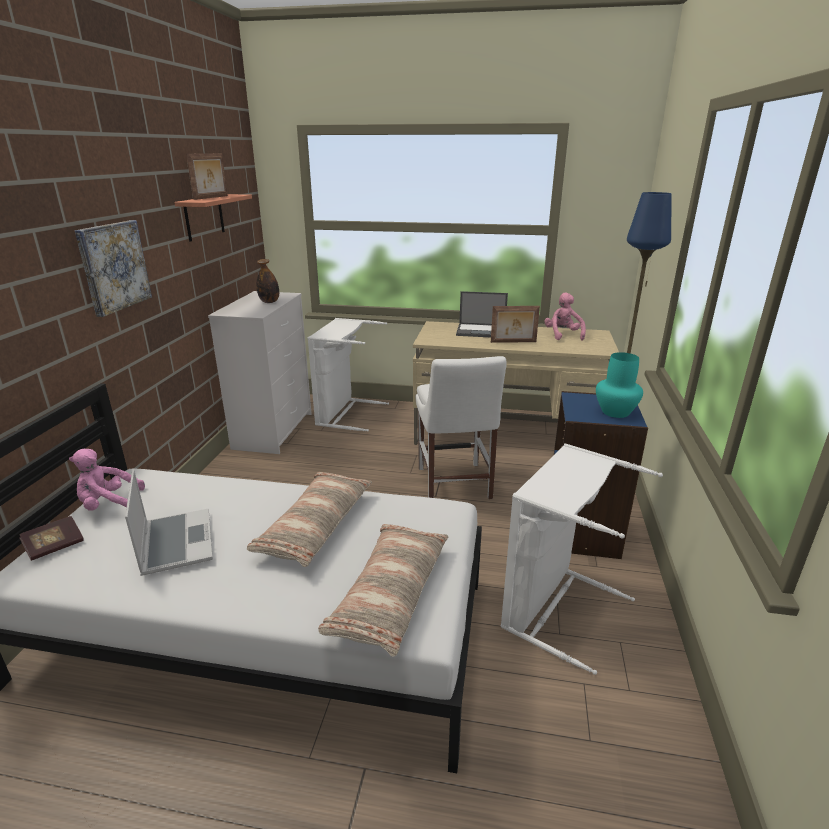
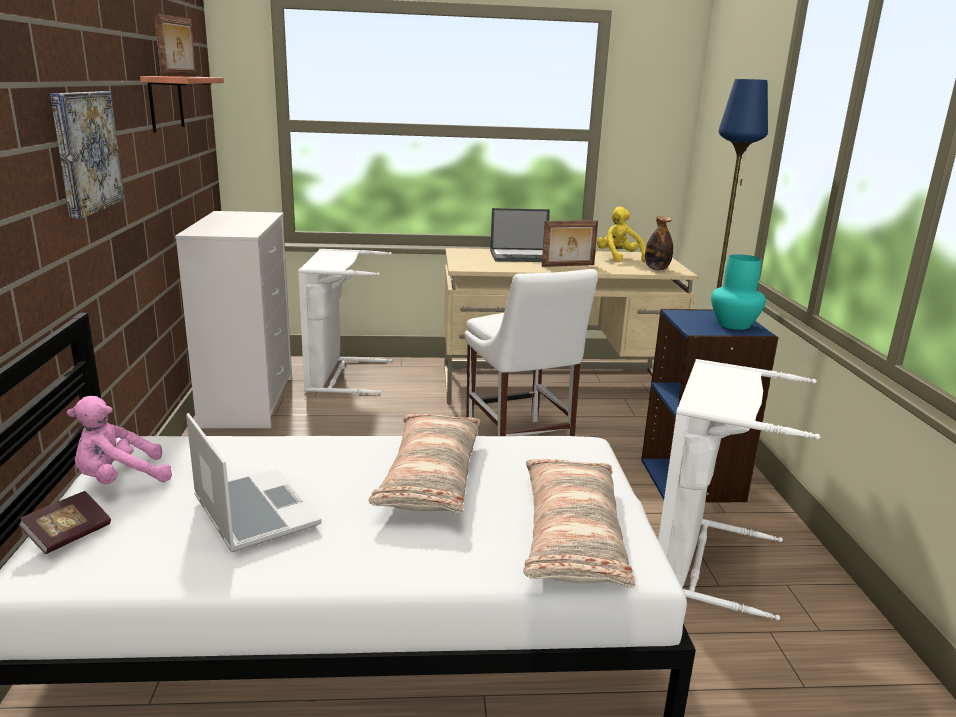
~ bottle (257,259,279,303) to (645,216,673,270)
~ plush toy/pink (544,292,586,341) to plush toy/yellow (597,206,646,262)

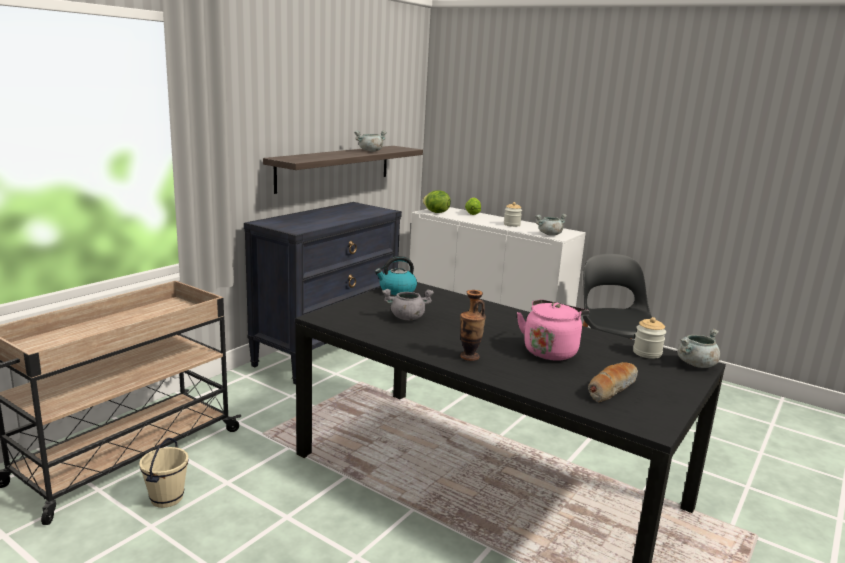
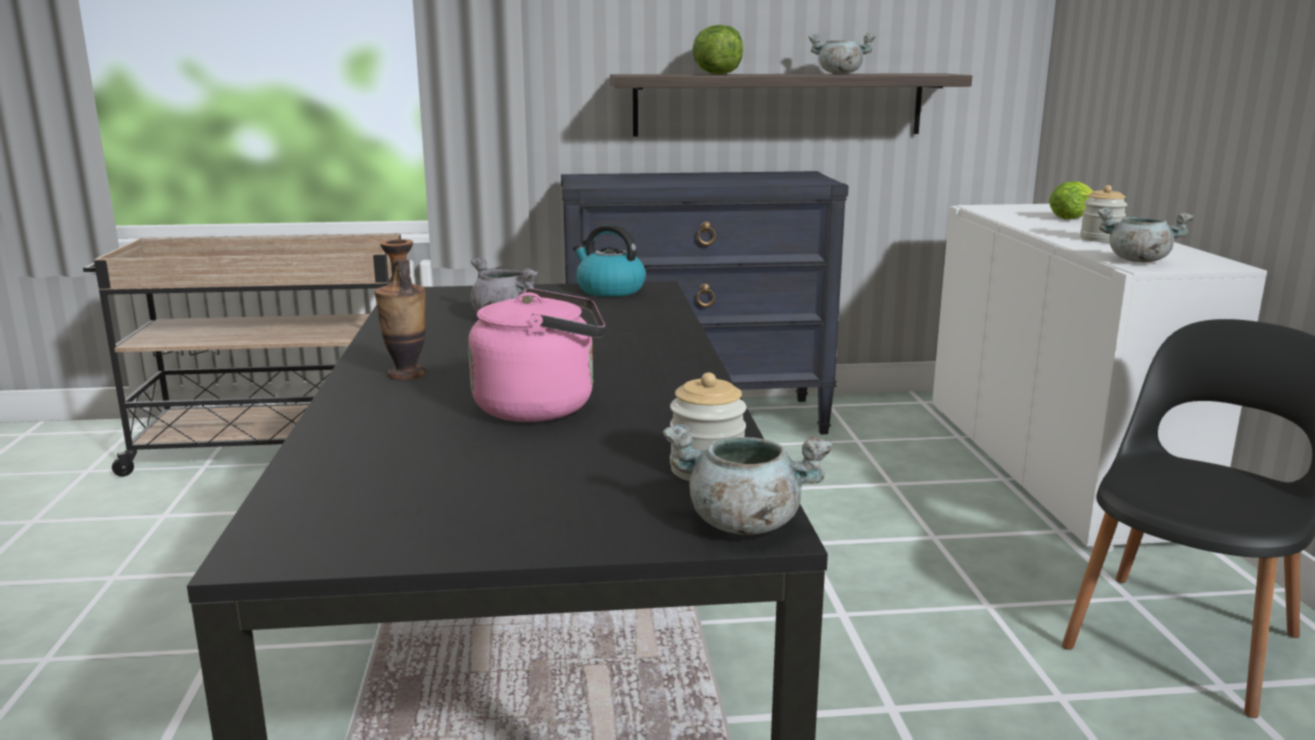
- bucket/beige (139,438,189,508)
~ lettuce (423,190,451,213) to (692,25,743,74)
- bread (588,362,638,402)

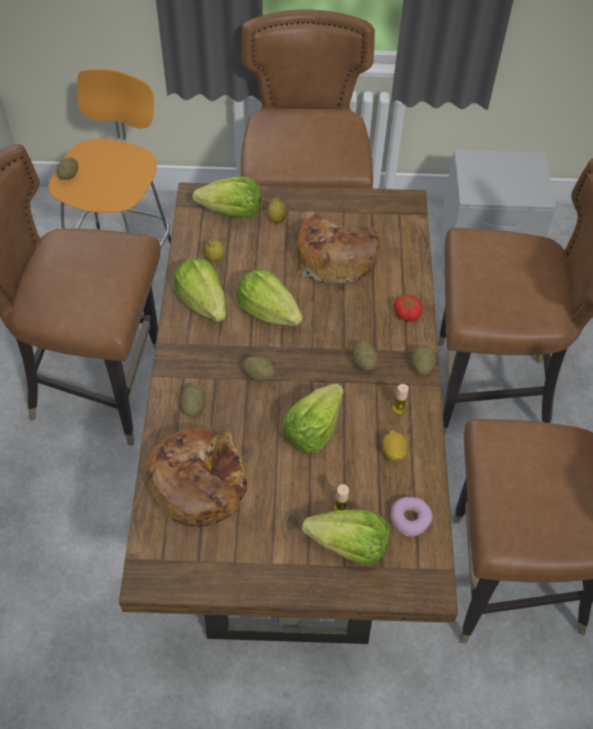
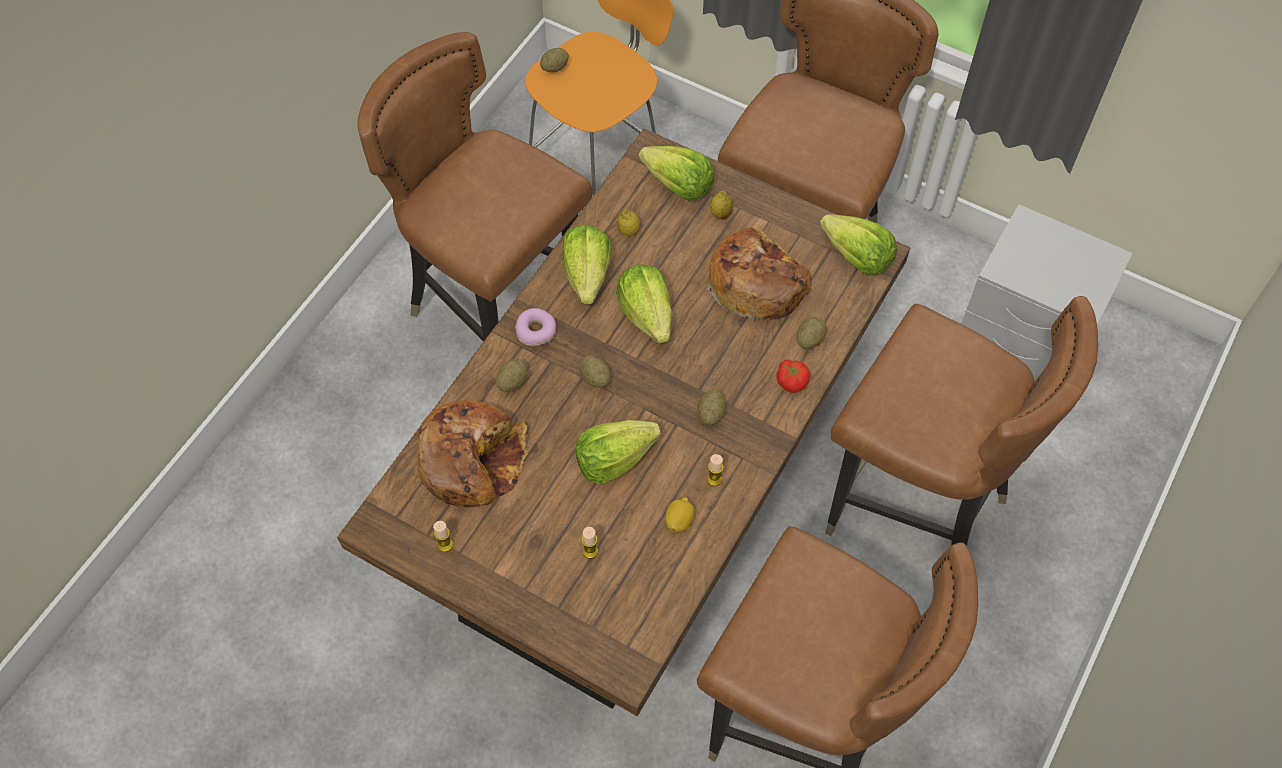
~ lettuce (302,510,390,565) to (820,214,897,275)
~ donut (390,497,433,537) to (515,308,556,346)
~ potato (411,345,436,375) to (797,317,827,349)
+ candle (433,521,453,552)

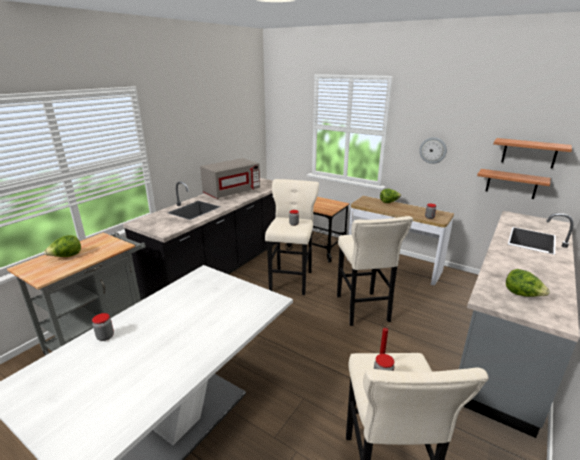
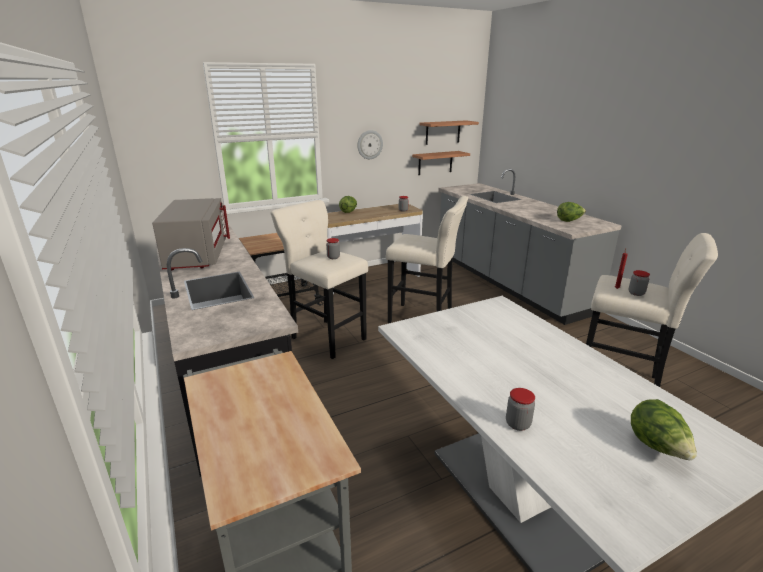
~ lettuce (44,235,81,257) to (631,399,697,460)

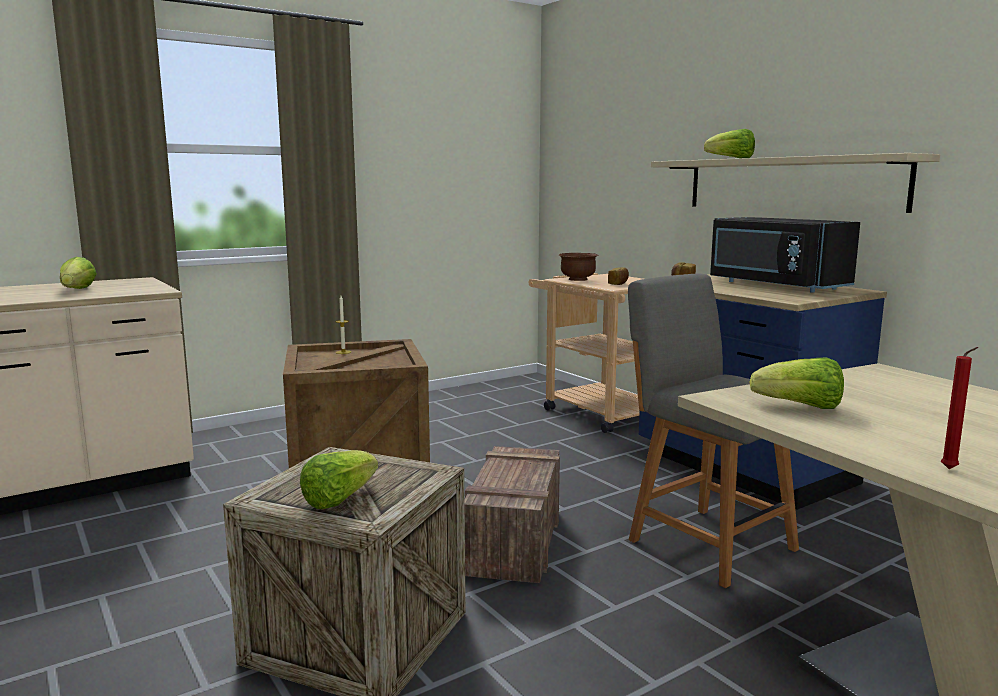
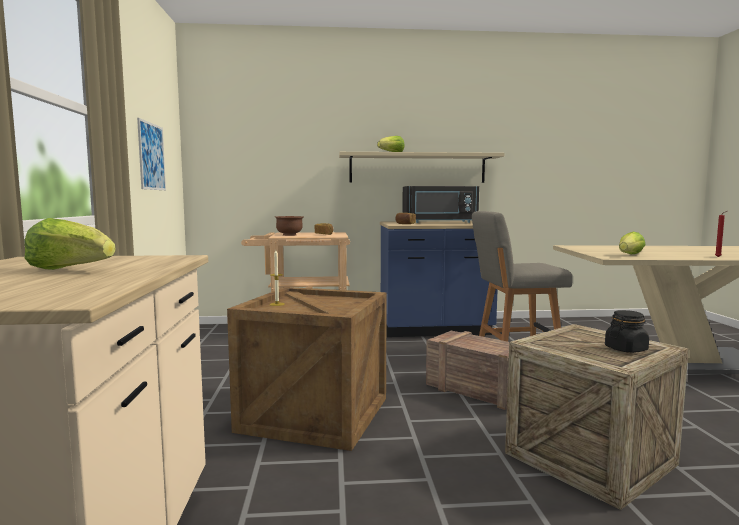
~ lettuce (300,450,378,509) to jar/black (605,310,649,353)
+ picture (137,118,166,190)

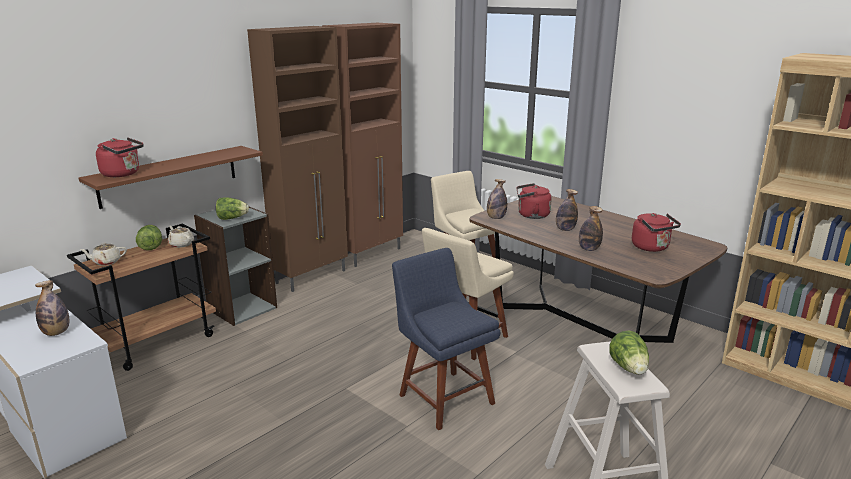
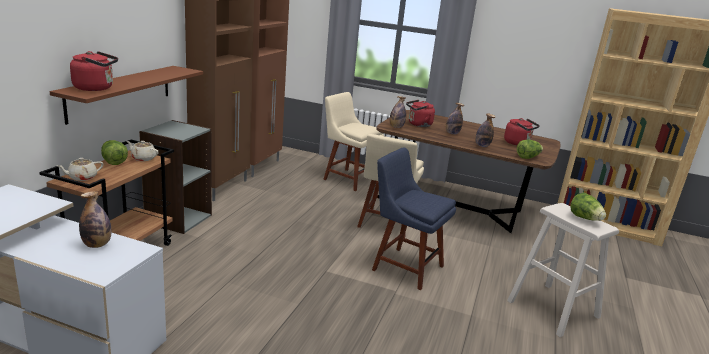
~ lettuce (216,197,249,220) to (517,140,543,159)

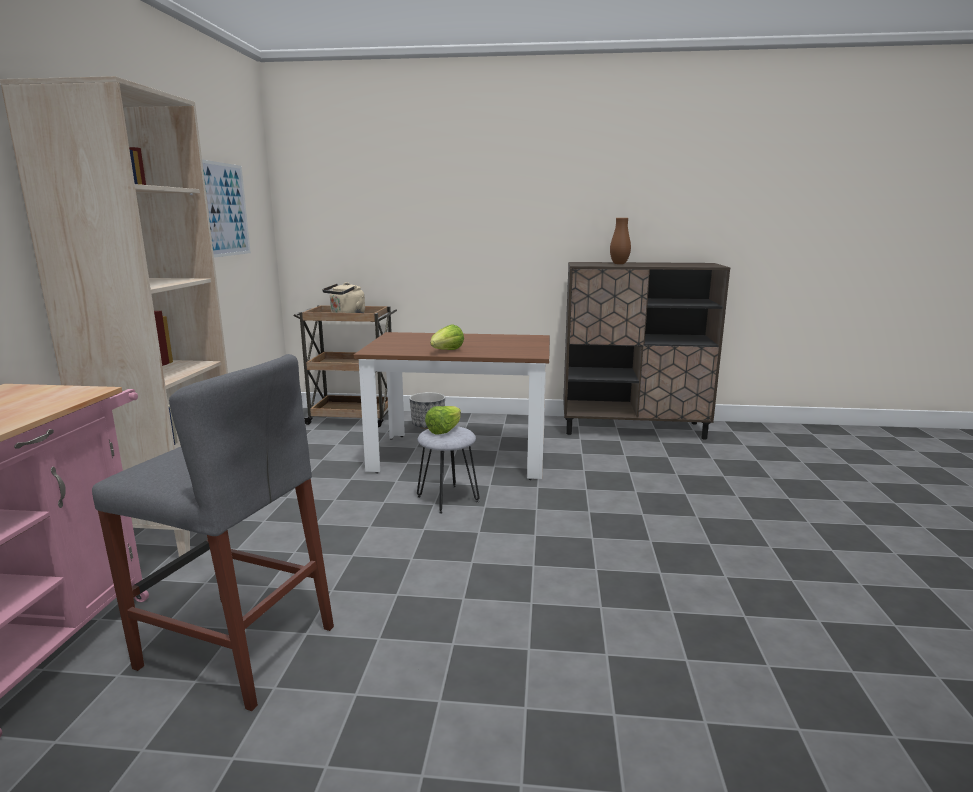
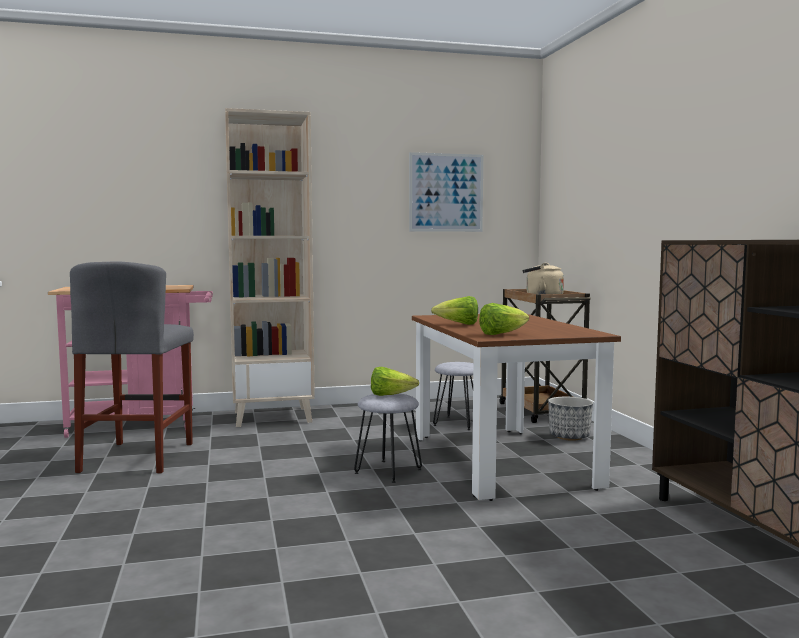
- vase/brown (610,218,631,264)
+ stool/grey (433,362,473,430)
+ lettuce (479,303,529,335)

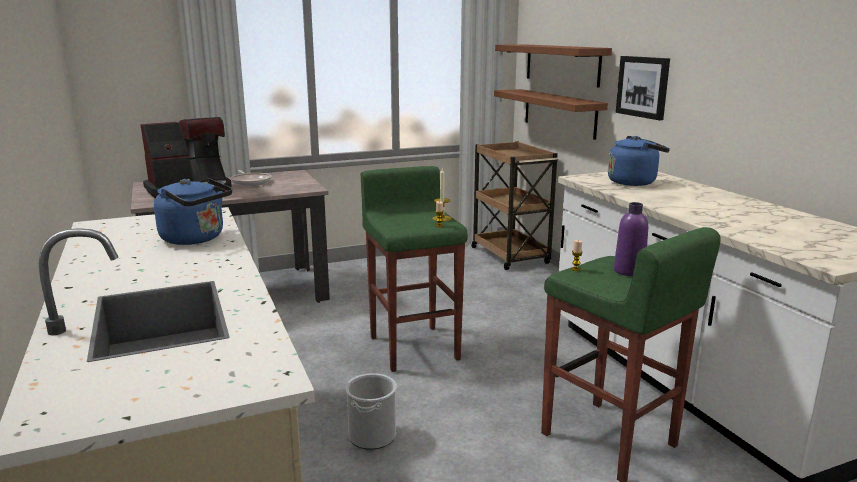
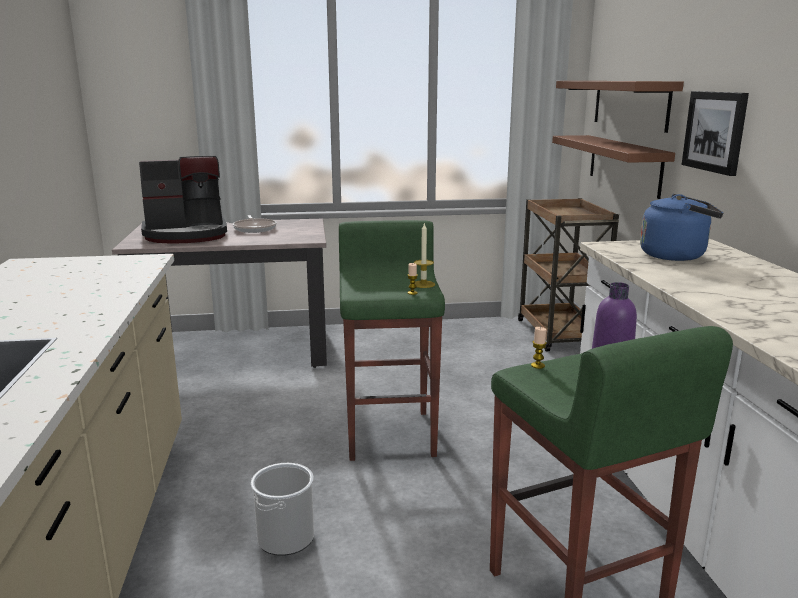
- kettle/blue (154,178,232,245)

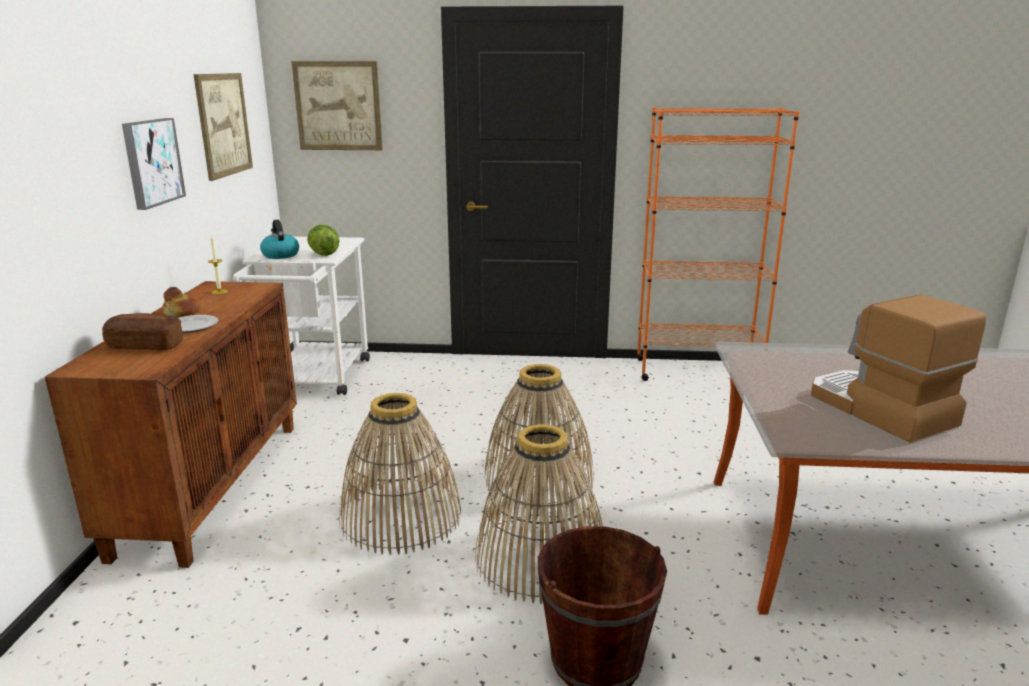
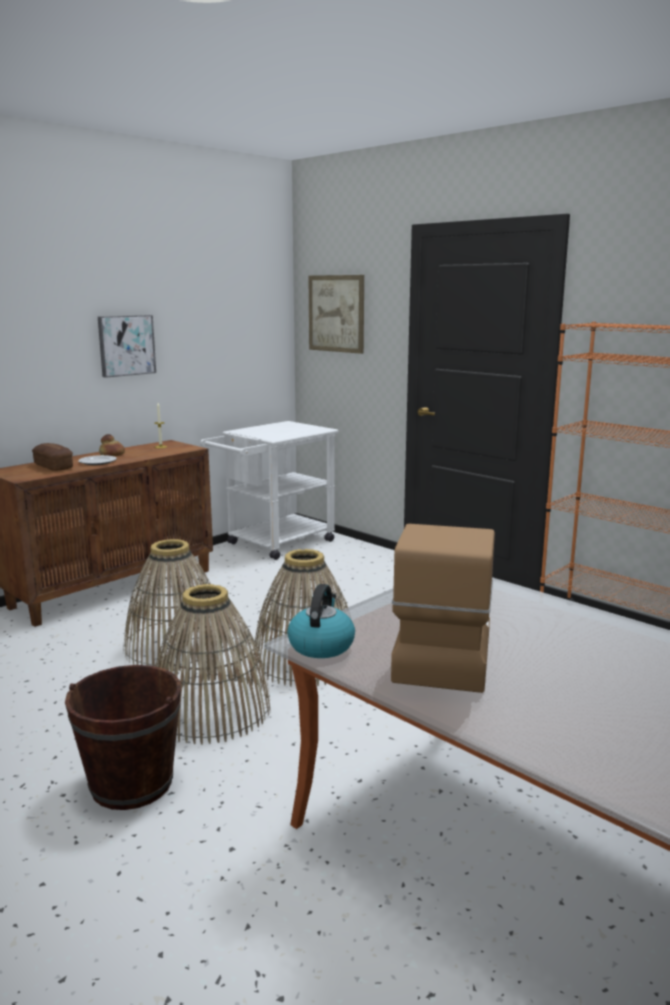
- picture (193,73,253,181)
~ kettle (260,220,299,259) to (287,584,355,658)
- lettuce (307,225,340,256)

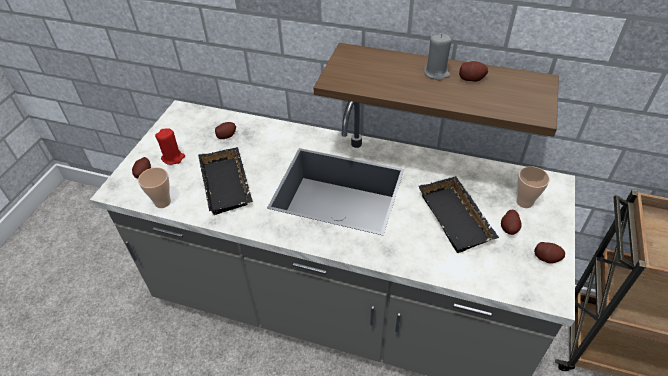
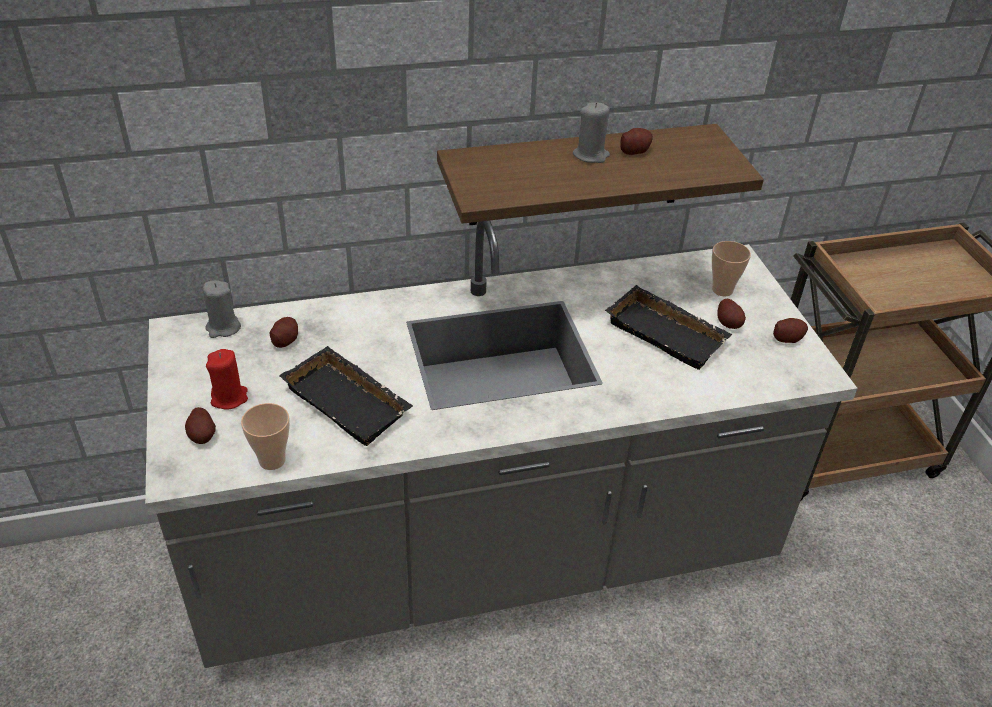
+ candle/grey (203,280,241,338)

